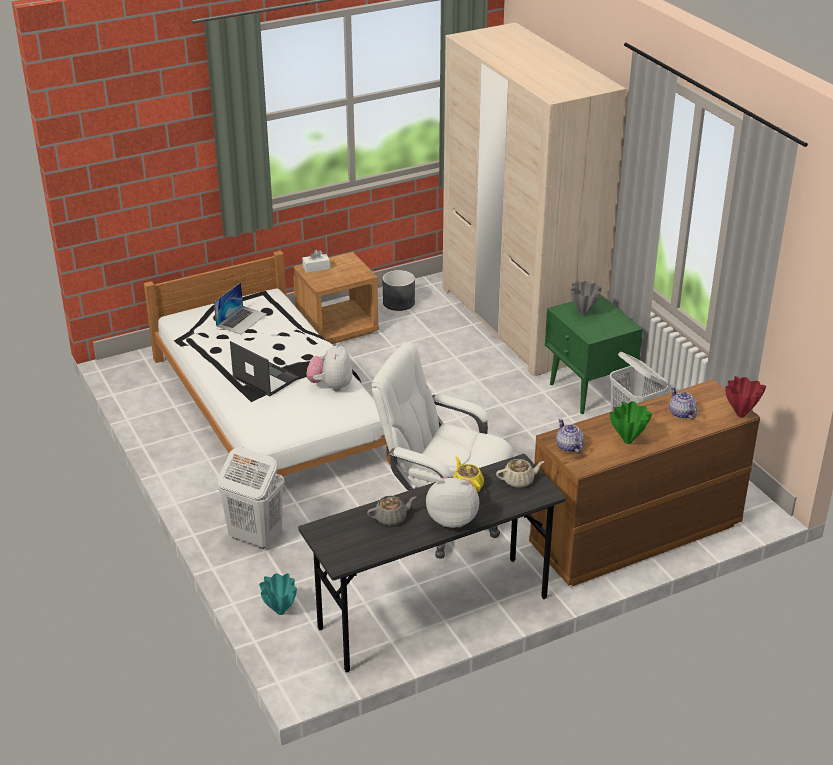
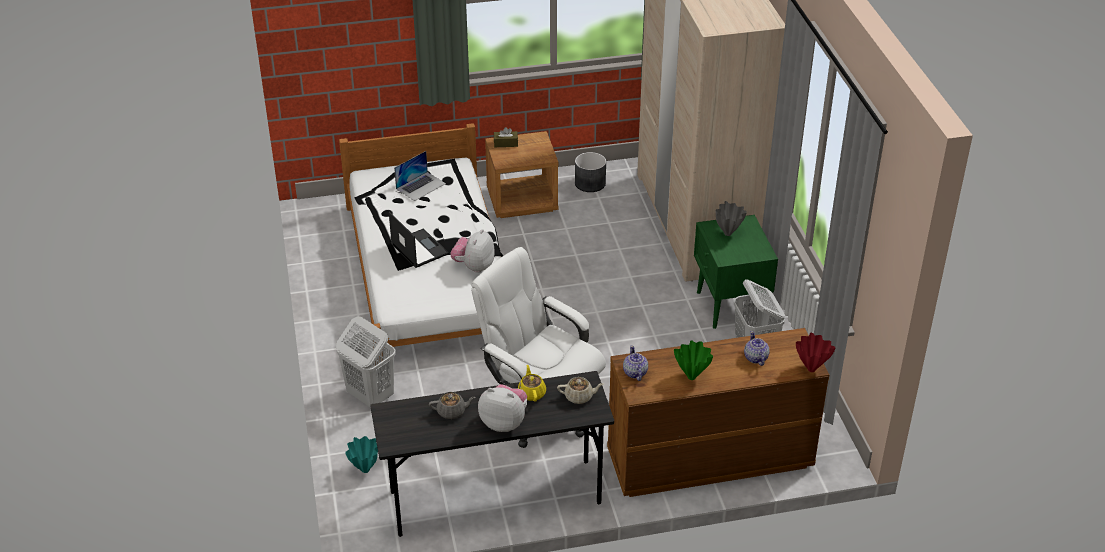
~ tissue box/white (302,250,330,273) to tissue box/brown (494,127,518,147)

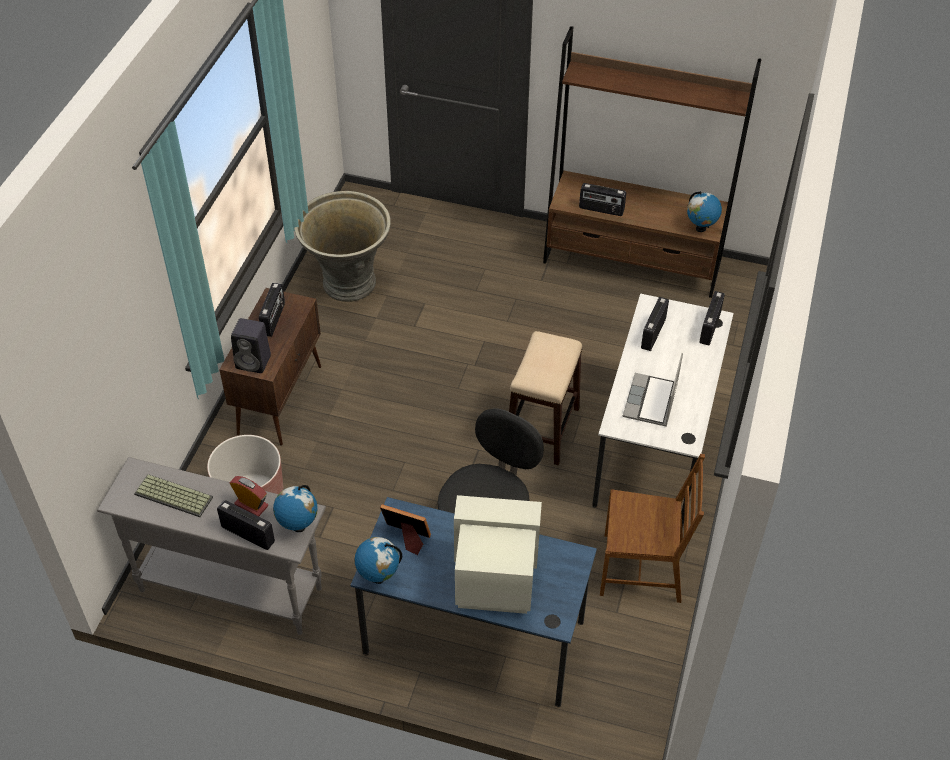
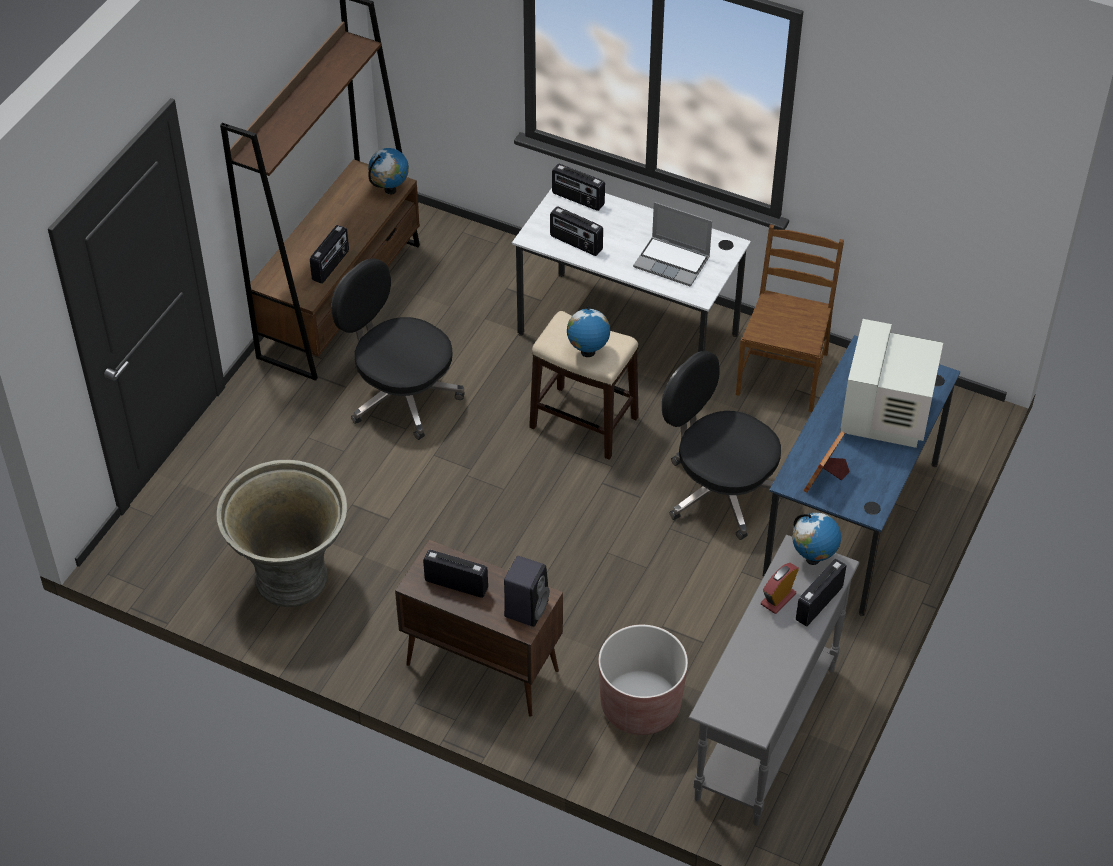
- keyboard (134,474,213,517)
~ globe (355,537,402,584) to (567,305,610,357)
+ office chair/black (331,258,465,440)

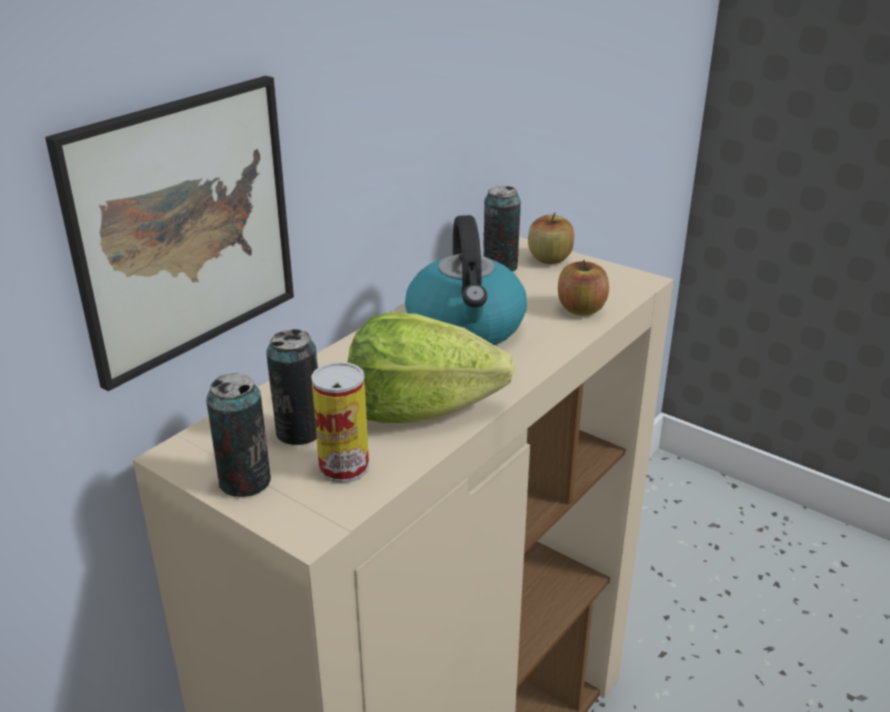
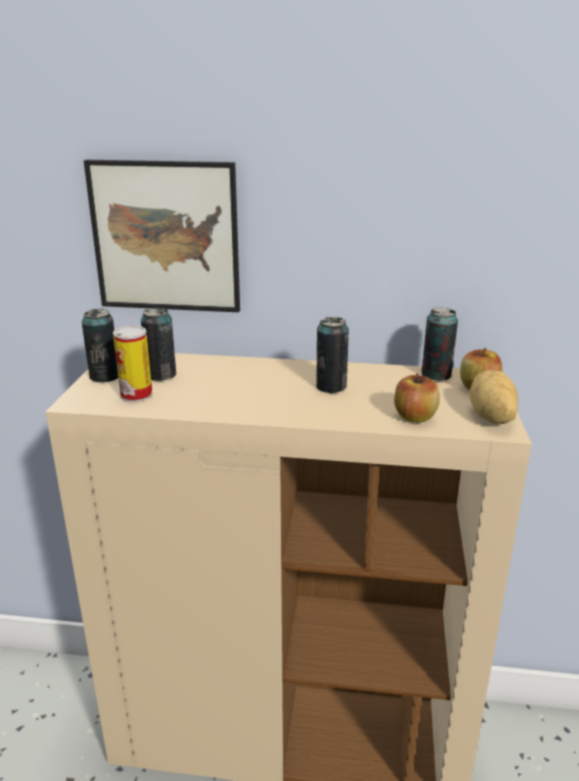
- lettuce (348,313,515,423)
~ kettle (405,215,527,345) to can (316,317,349,393)
+ potato (470,370,518,424)

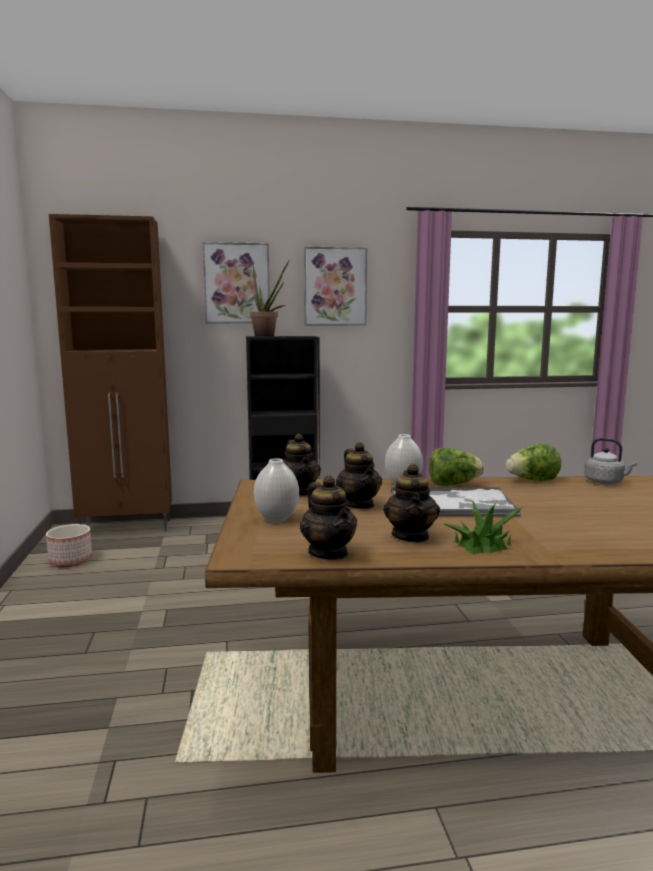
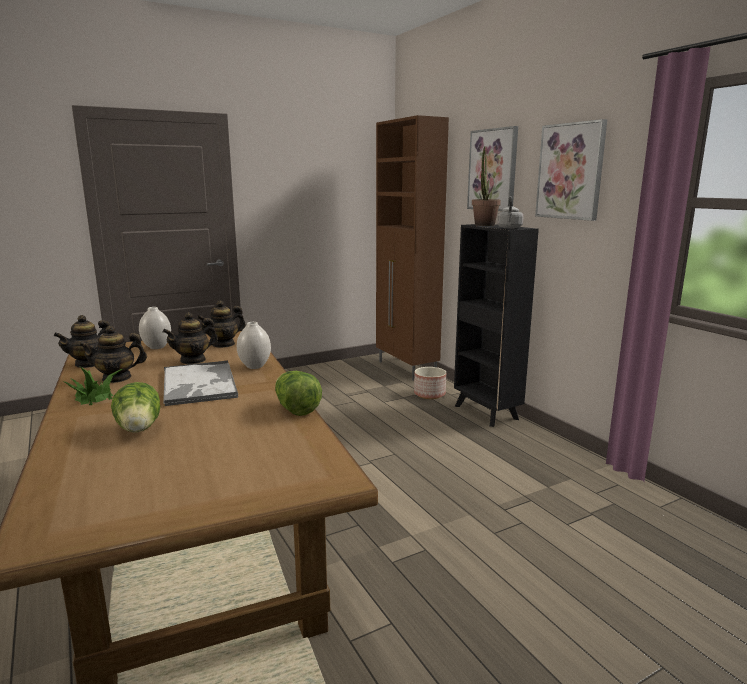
~ planter (46,524,92,567) to (414,367,446,399)
~ lettuce (429,448,484,486) to (111,382,160,433)
~ kettle/grey (585,438,637,484) to (497,196,524,229)

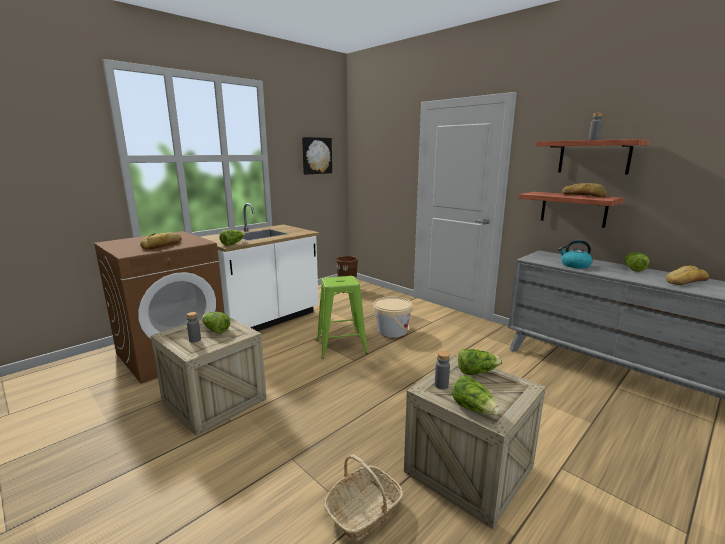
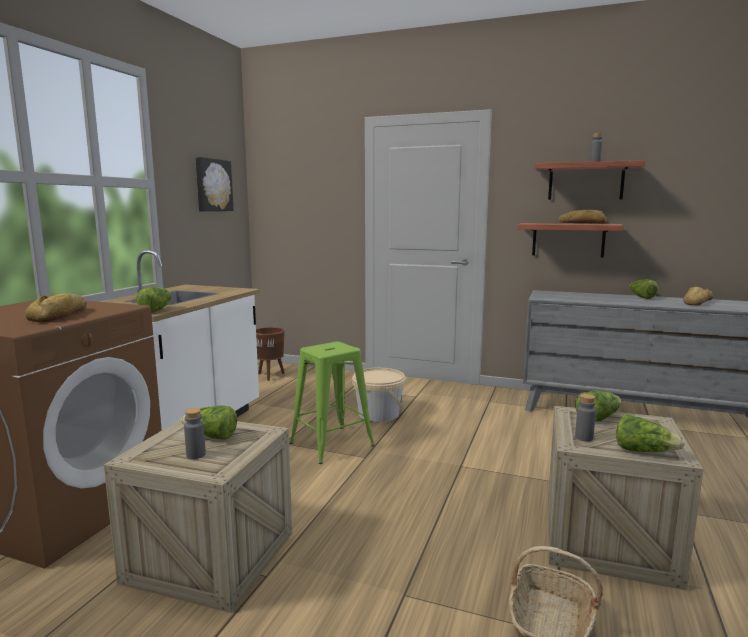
- kettle (558,240,592,269)

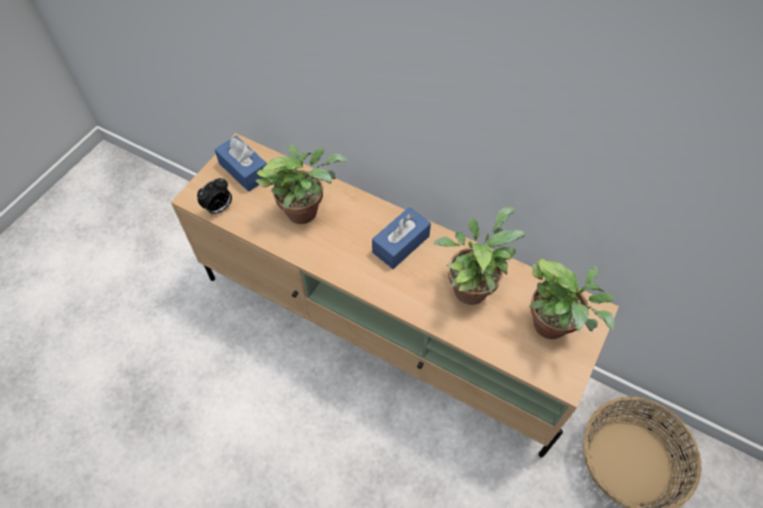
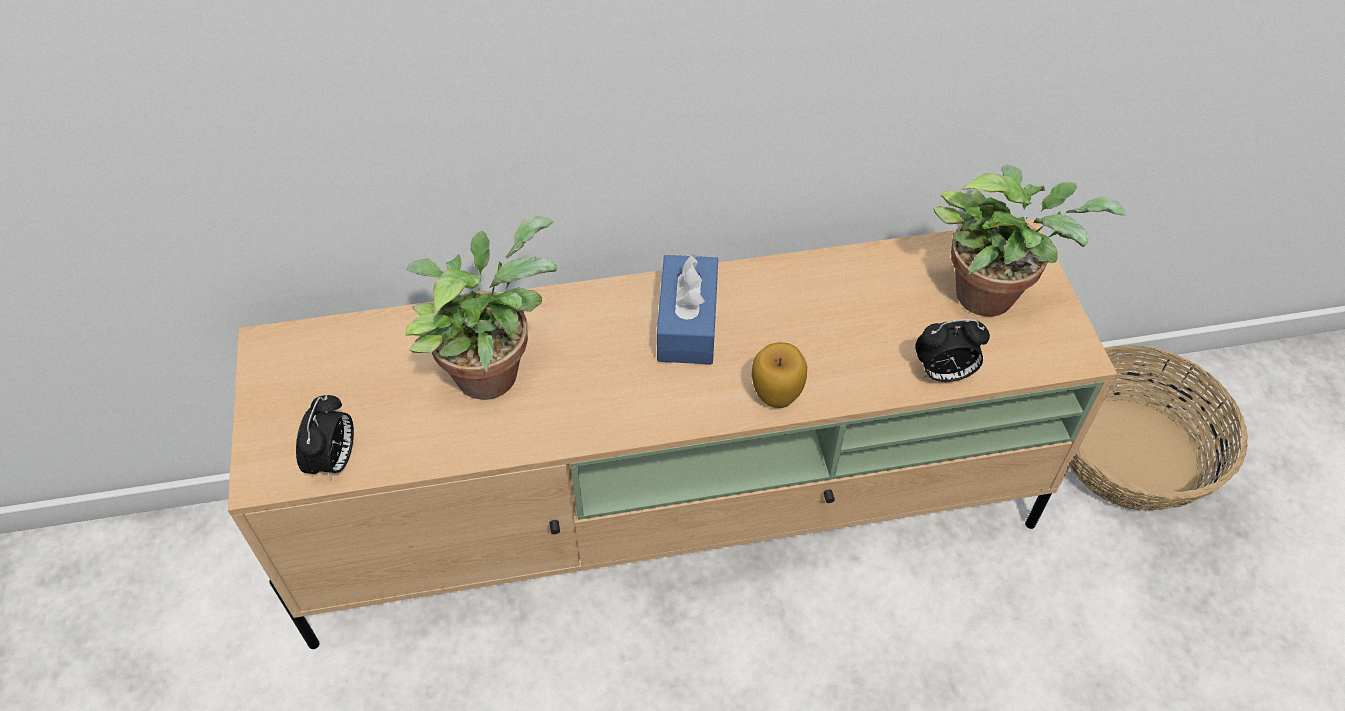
- tissue box/blue (214,136,267,192)
- potted plant (434,207,525,305)
+ apple (752,342,807,408)
+ alarm clock (915,319,990,382)

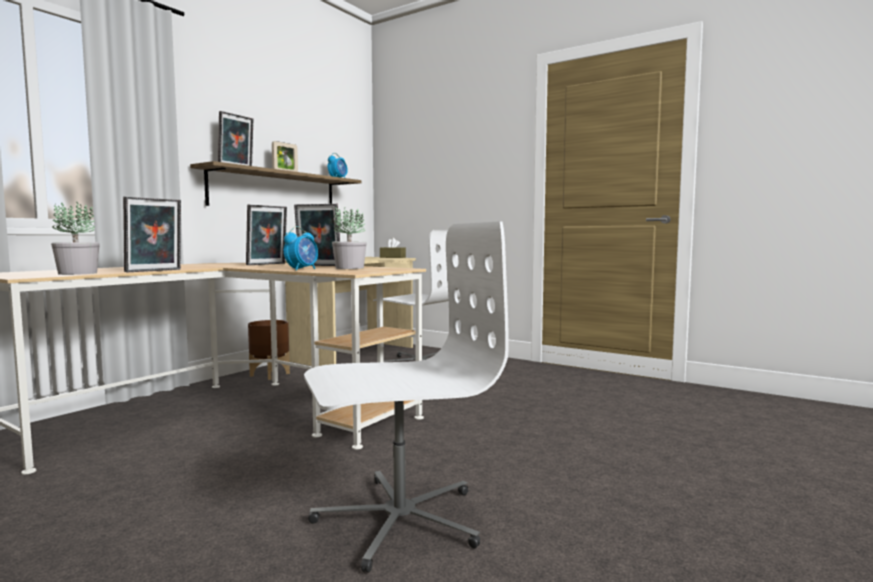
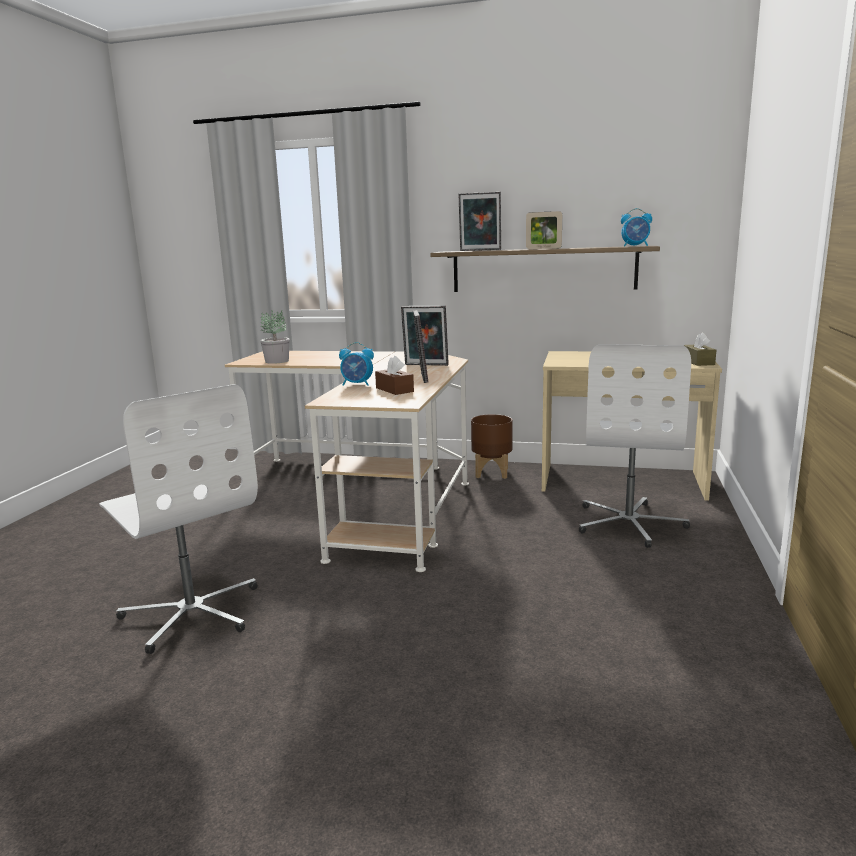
- picture frame (123,197,181,272)
~ potted plant (332,207,367,269) to tissue box/brown (375,356,414,395)

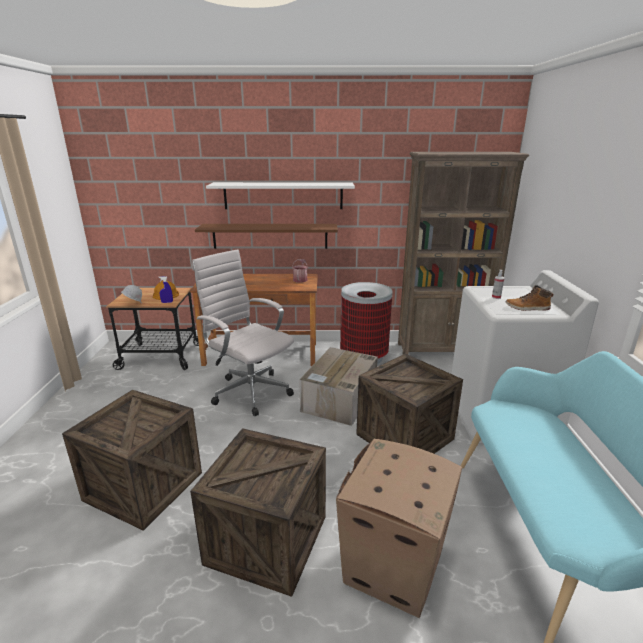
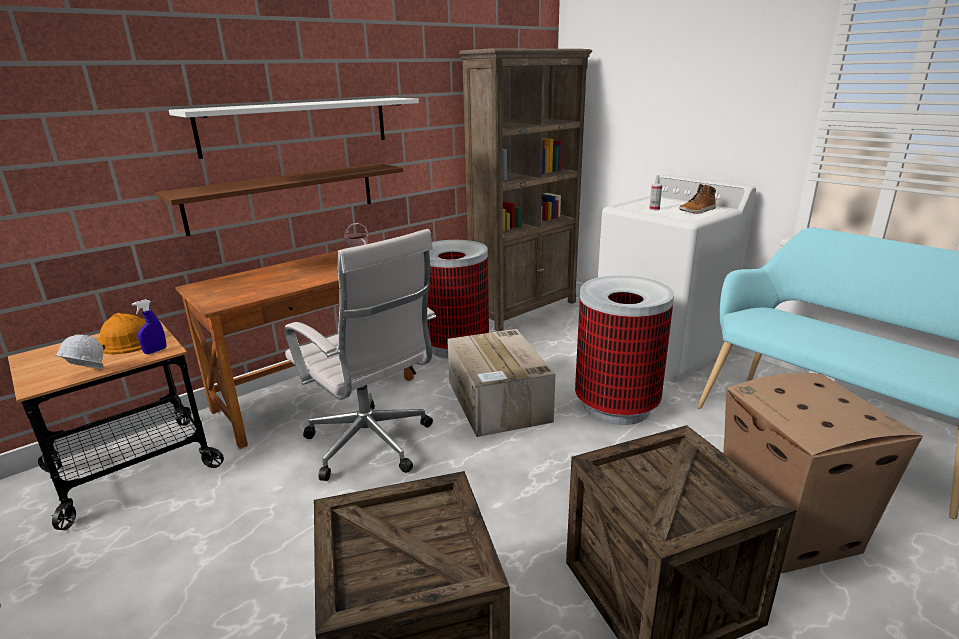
~ office chair/white (192,249,294,416) = (284,229,436,481) 135 degrees counterclockwise
~ crate (356,354,463,454) to trash can (575,276,674,425)

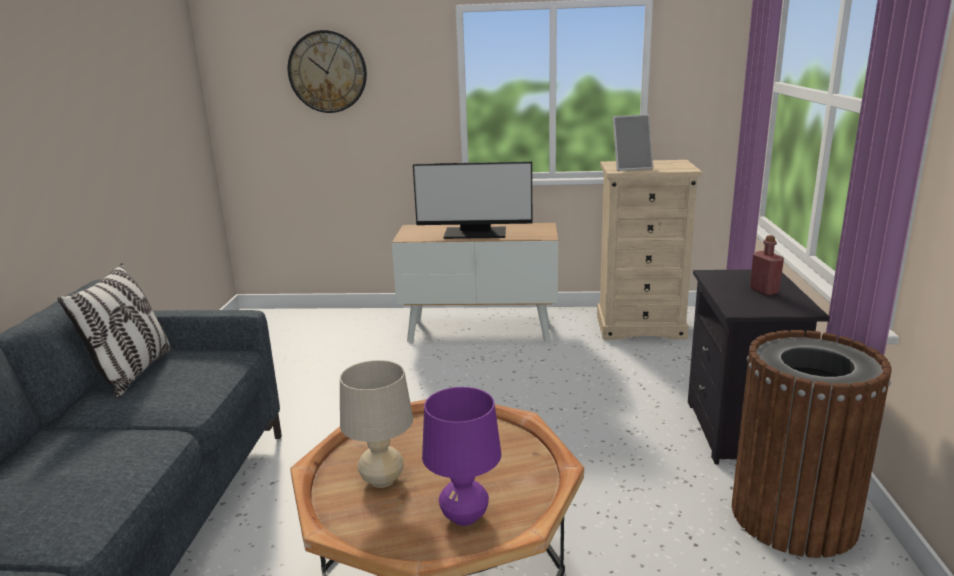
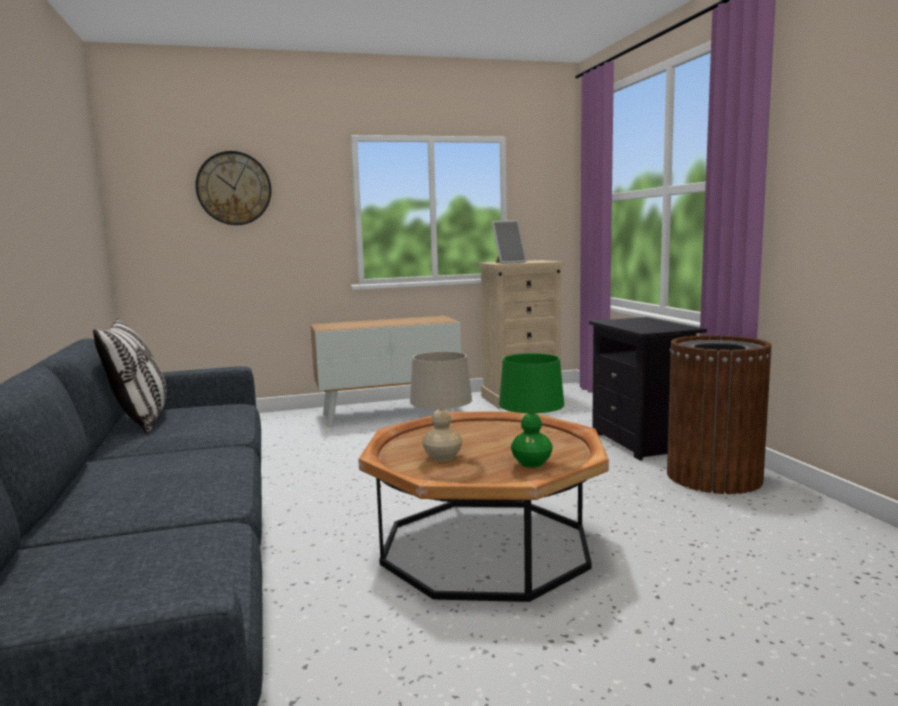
- monitor (413,161,532,239)
~ table lamp/purple (422,387,501,526) to table lamp/green (499,353,564,468)
- bottle/red (750,235,784,295)

